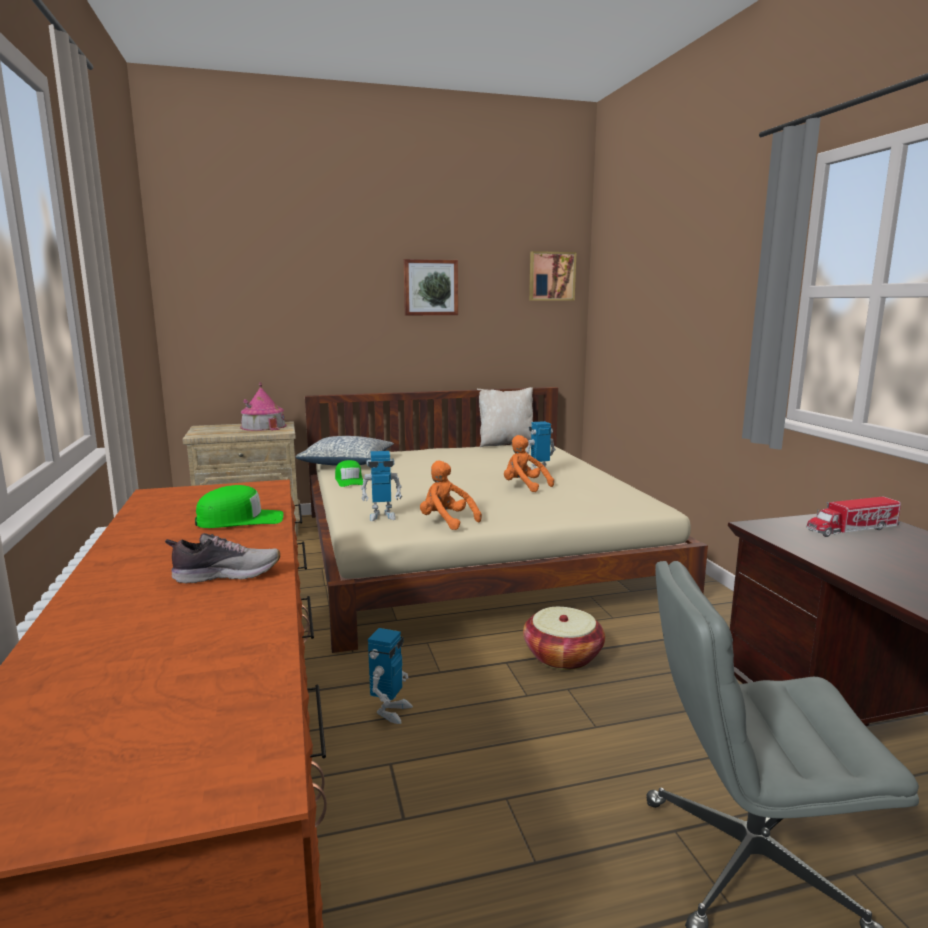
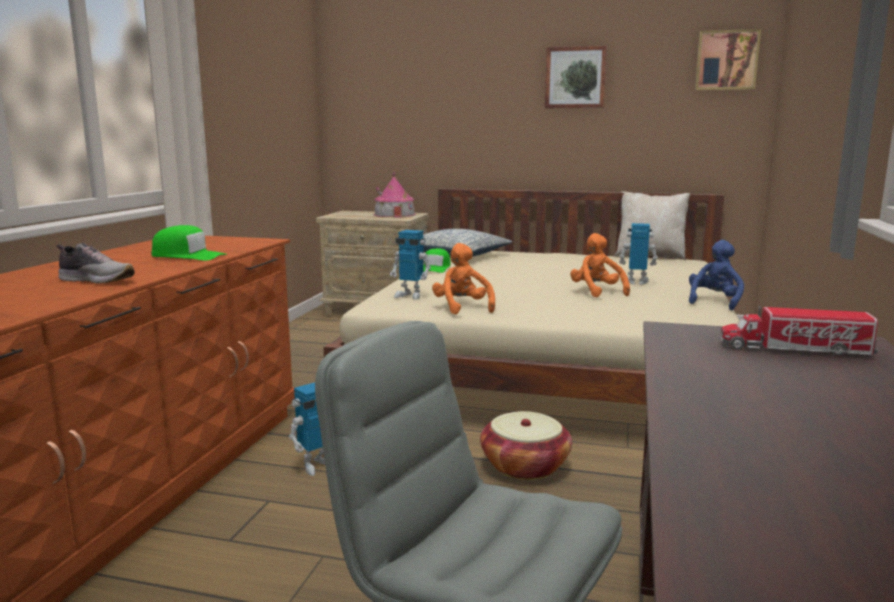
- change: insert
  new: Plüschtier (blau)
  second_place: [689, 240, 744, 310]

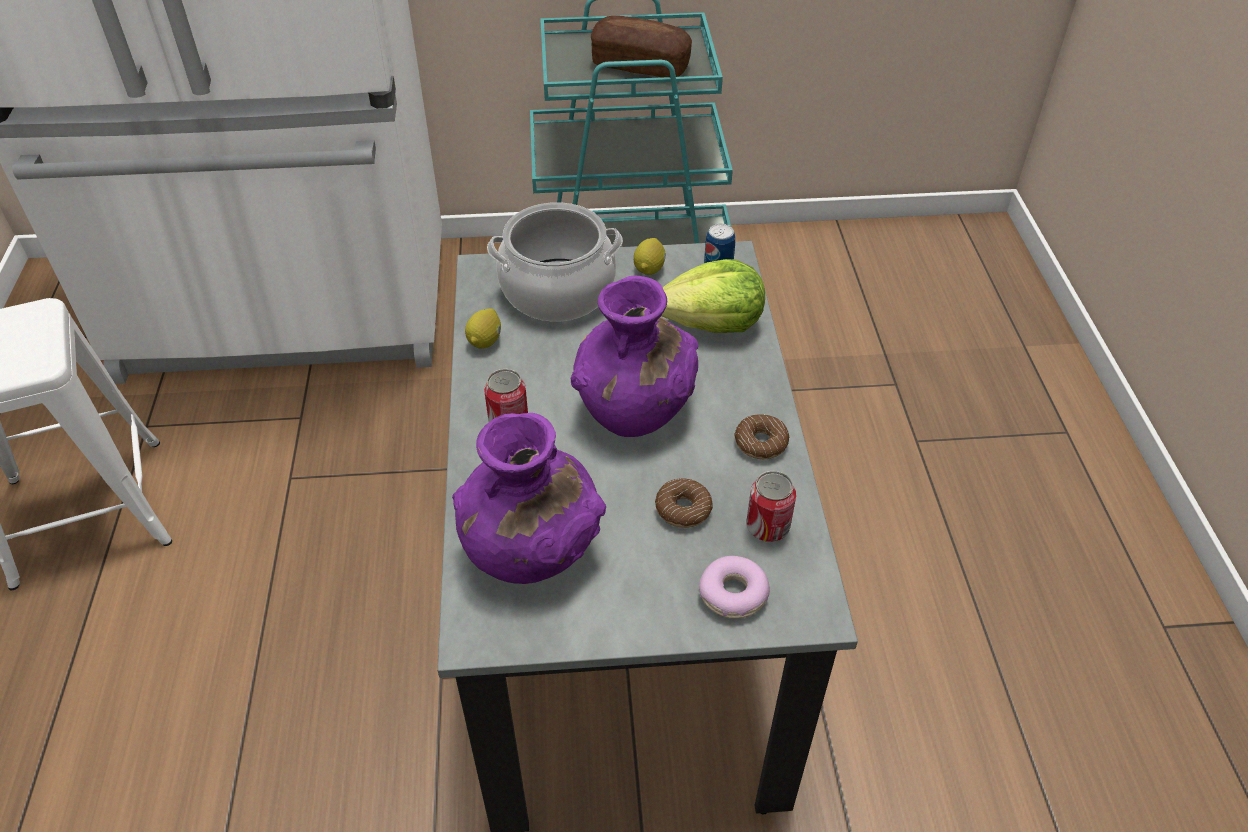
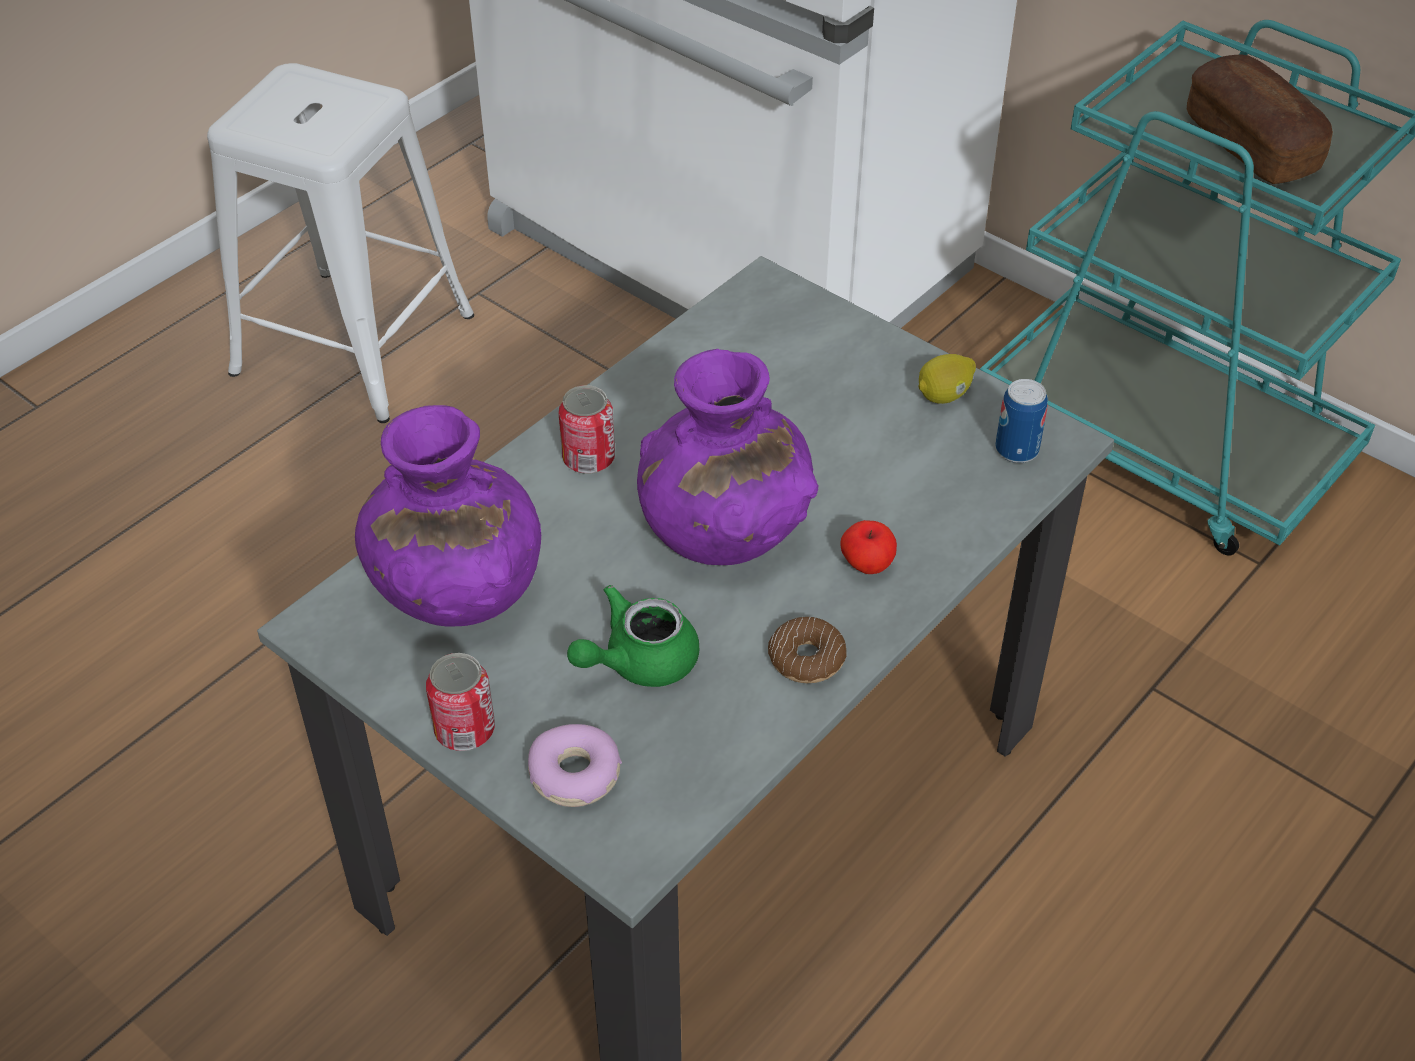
- change: move
  old: Dose
  first_place: [747, 471, 796, 542]
  second_place: [426, 653, 495, 751]
- change: replace
  old: Donut
  new: Teekanne (grün)
  first_place: [655, 478, 713, 528]
  second_place: [567, 585, 699, 687]
- change: insert
  new: Apfel
  second_place: [840, 520, 897, 574]
- change: delete
  old: Zitrone
  first_place: [465, 308, 501, 349]
- change: delete
  old: Kochtopf
  first_place: [487, 202, 623, 321]
- change: delete
  old: Salatkopf
  first_place: [661, 259, 765, 333]

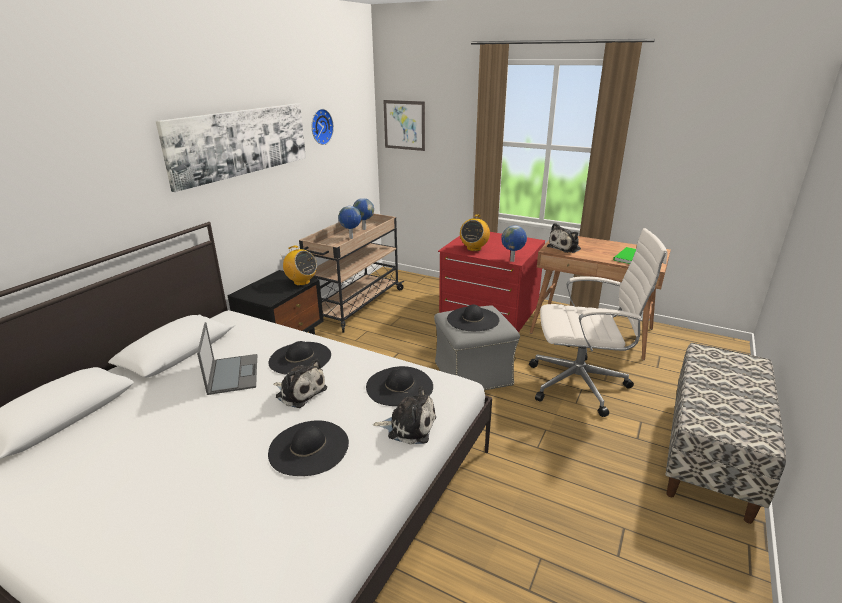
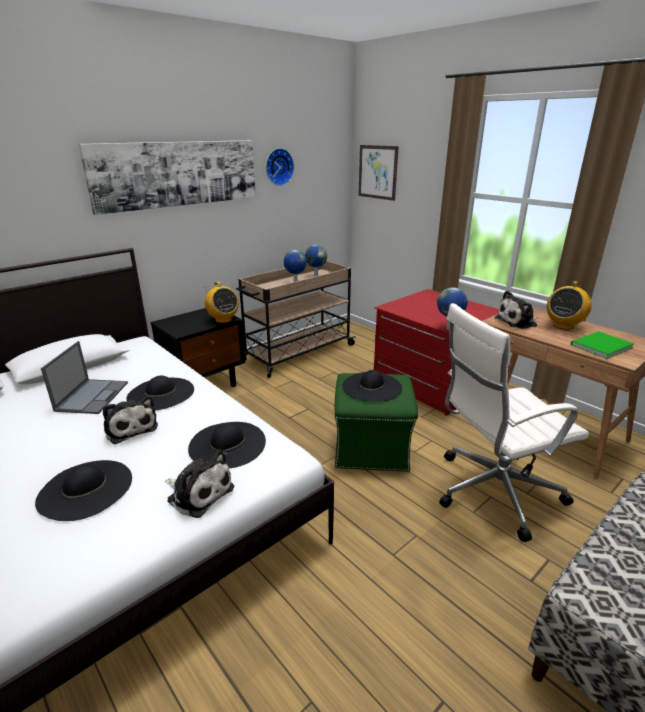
- change: recolor
  old: Polsterhocker (grau)
  new: Polsterhocker (grün)
  first_place: [434, 305, 520, 390]
  second_place: [334, 373, 418, 472]
- change: rotate
  old: Bürostuhl (weiß)
  first_place: [529, 228, 668, 417]
  second_place: [439, 303, 589, 542]
  degrees: 135
- change: move
  old: Radio
  first_place: [460, 214, 490, 251]
  second_place: [547, 281, 591, 330]

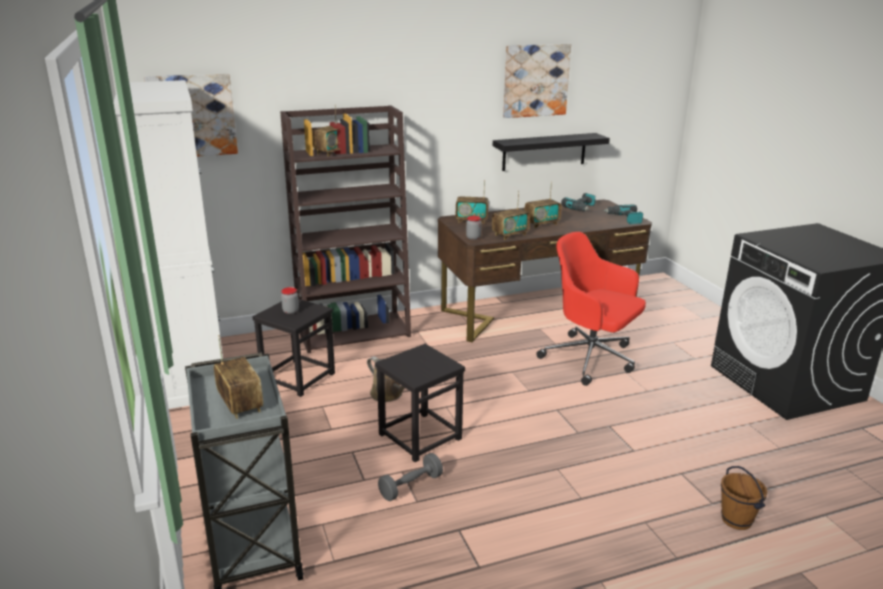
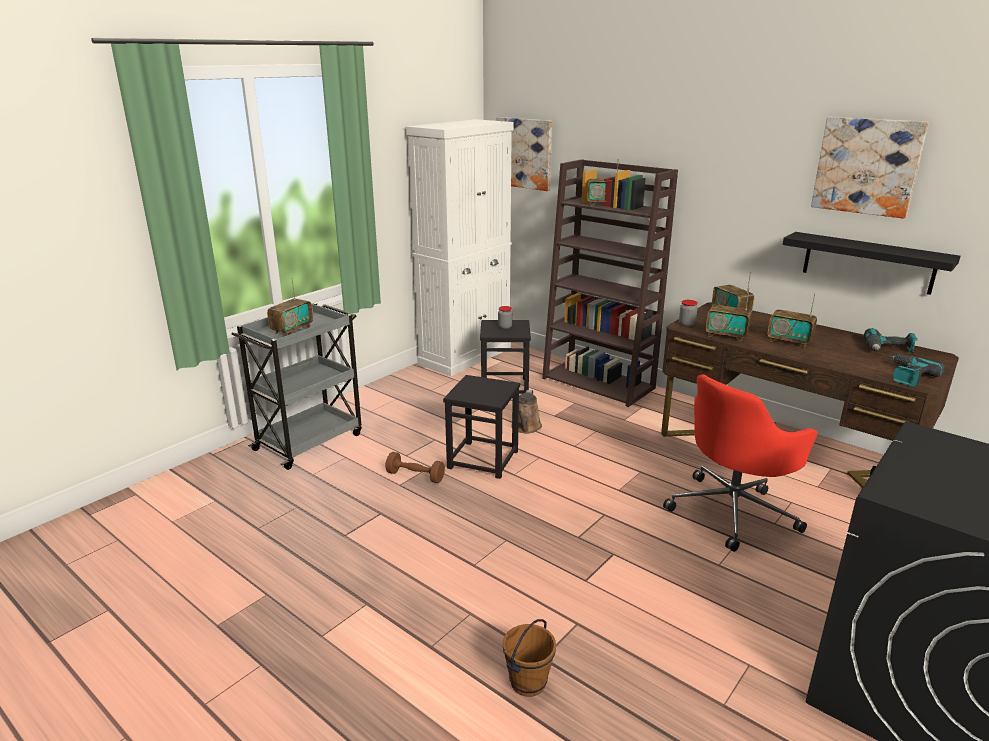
- change: recolor
  old: Hantel (grau)
  new: Hantel (braun)
  first_place: [378, 453, 443, 501]
  second_place: [385, 452, 445, 483]
- change: rotate
  old: Bürostuhl (rot)
  first_place: [536, 232, 646, 386]
  second_place: [663, 374, 818, 552]
  degrees: -135

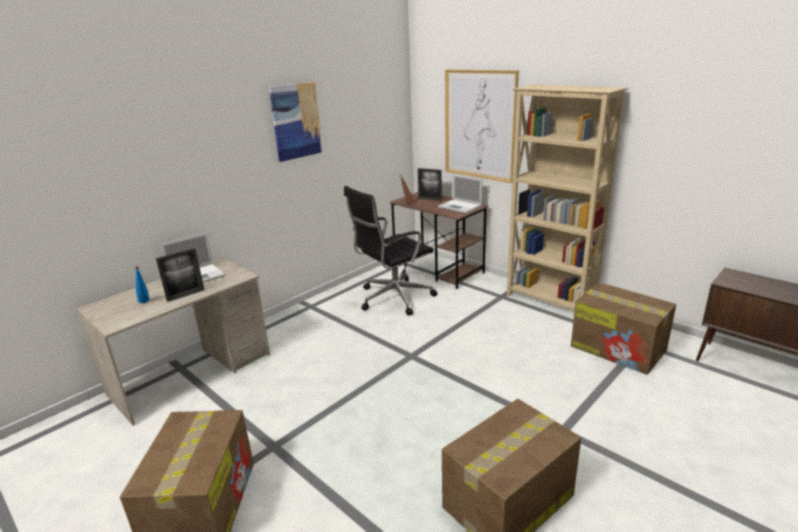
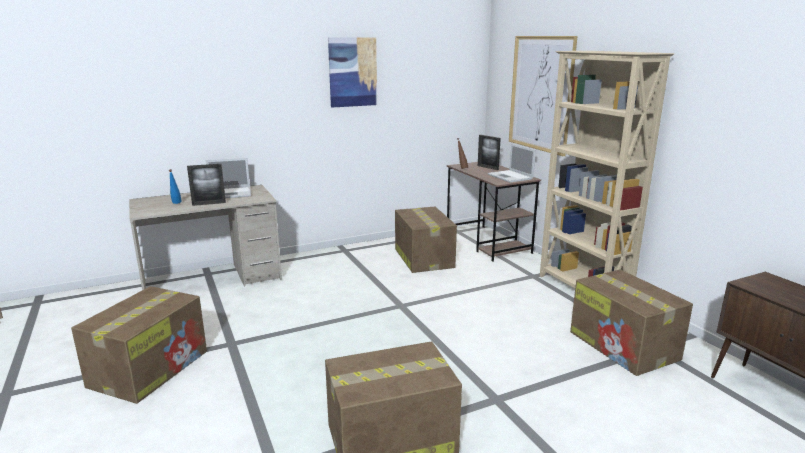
- change: replace
  old: Bürostuhl (schwarz)
  new: Karton
  first_place: [344, 186, 438, 316]
  second_place: [395, 207, 457, 273]

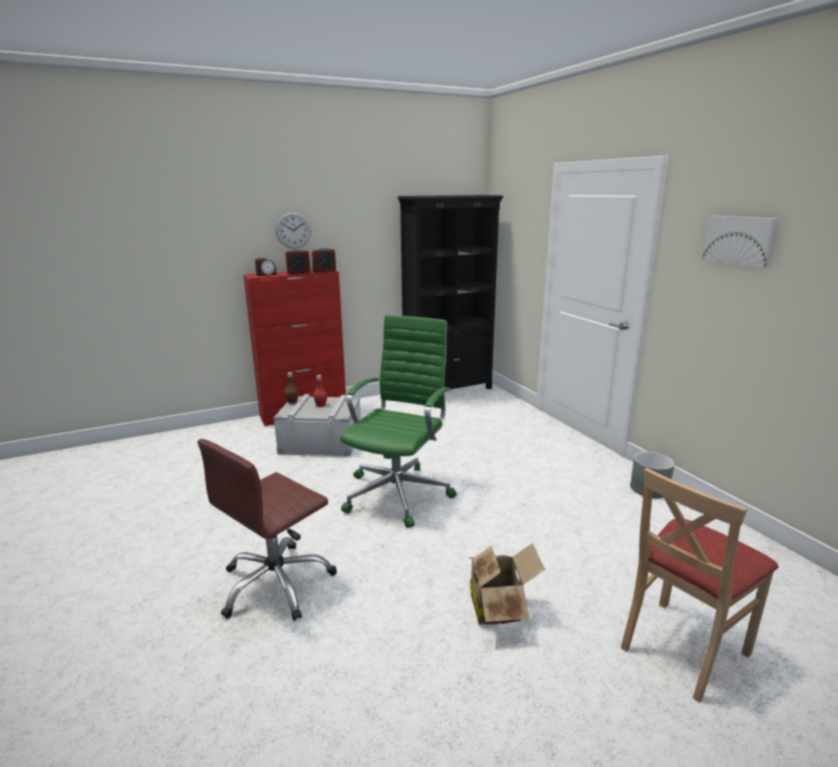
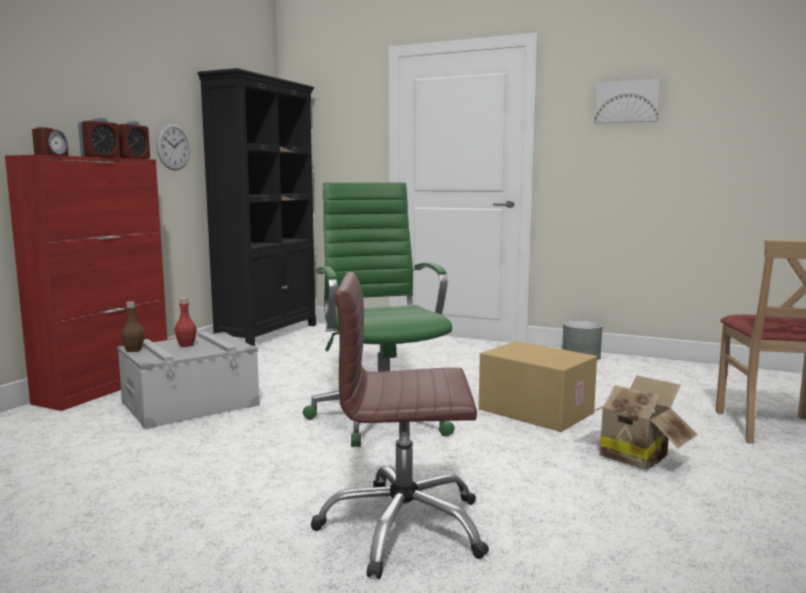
- change: move
  old: Wanduhr
  first_place: [276, 212, 311, 249]
  second_place: [156, 123, 190, 171]
- change: rotate
  old: Bürostuhl (braun)
  first_place: [198, 439, 337, 621]
  second_place: [311, 272, 489, 579]
  degrees: 90
- change: insert
  new: Karton
  second_place: [479, 341, 597, 432]

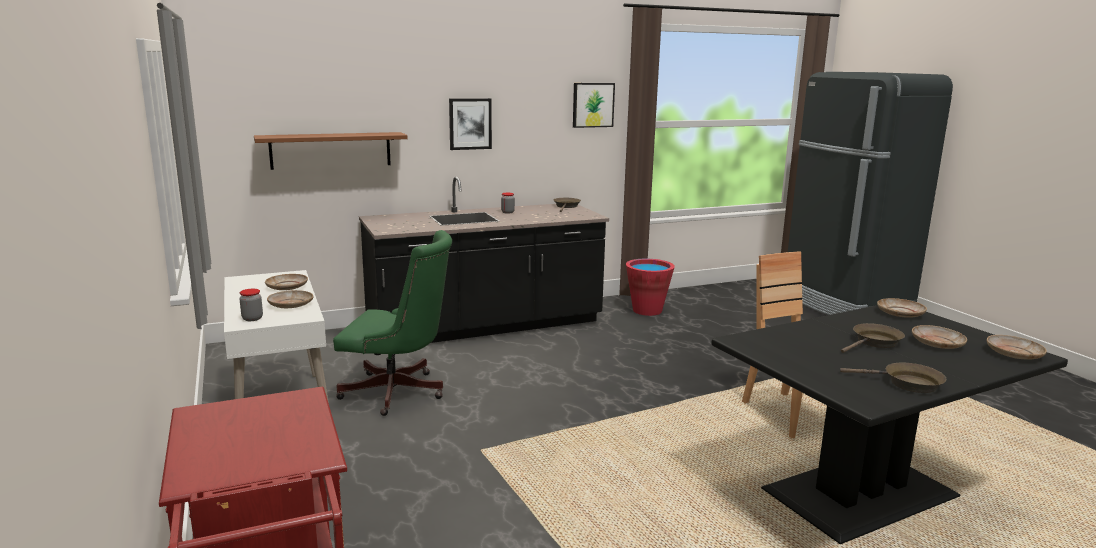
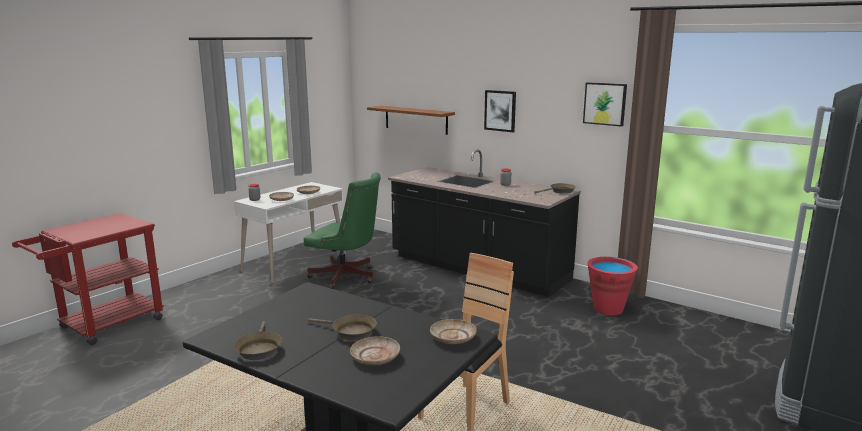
- change: rotate
  old: Bürostuhl (grün)
  first_place: [333, 230, 452, 416]
  second_place: [304, 172, 381, 289]
  degrees: -45
- change: delete
  old: Teller (beige)
  first_place: [987, 335, 1047, 359]

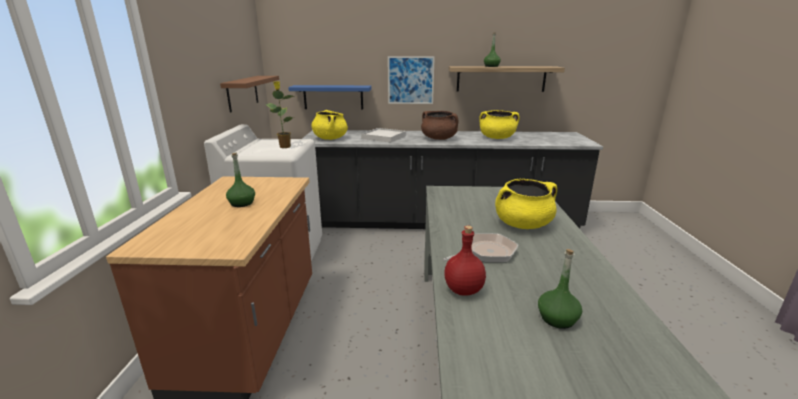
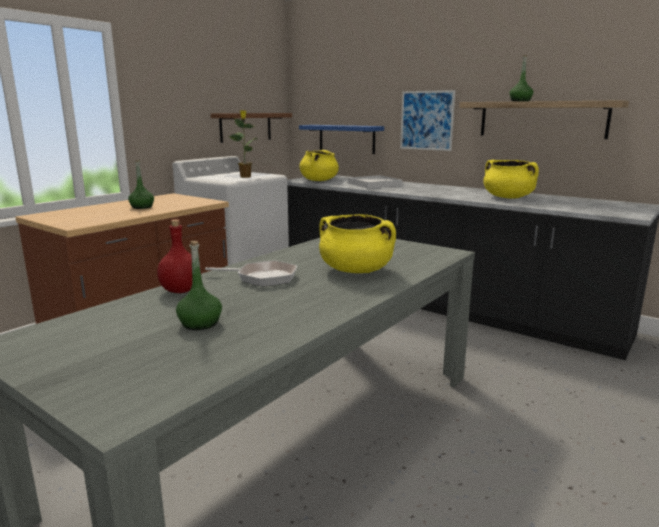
- change: delete
  old: Kochtopf (braun)
  first_place: [421, 111, 458, 140]

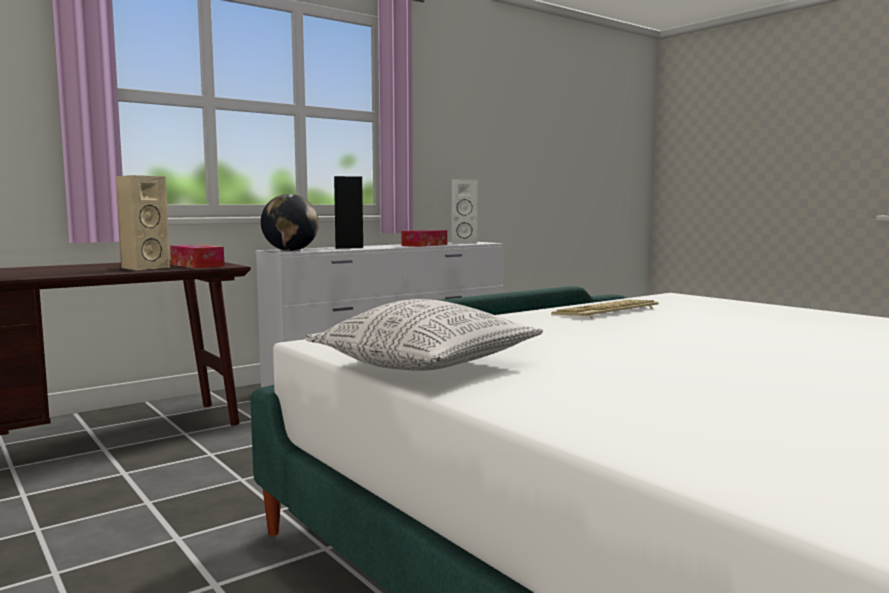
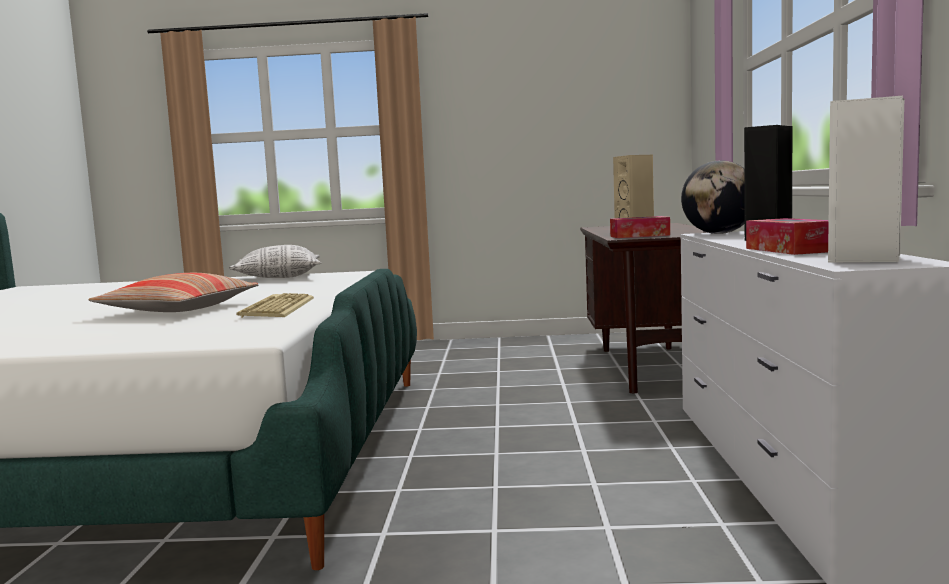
- change: insert
  new: Kissen
  second_place: [88, 273, 258, 312]

